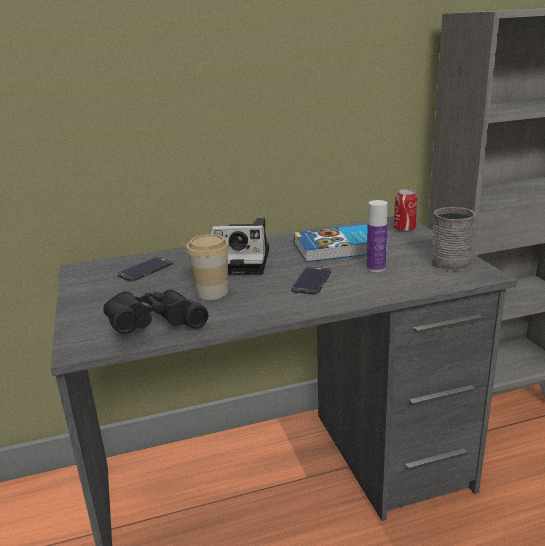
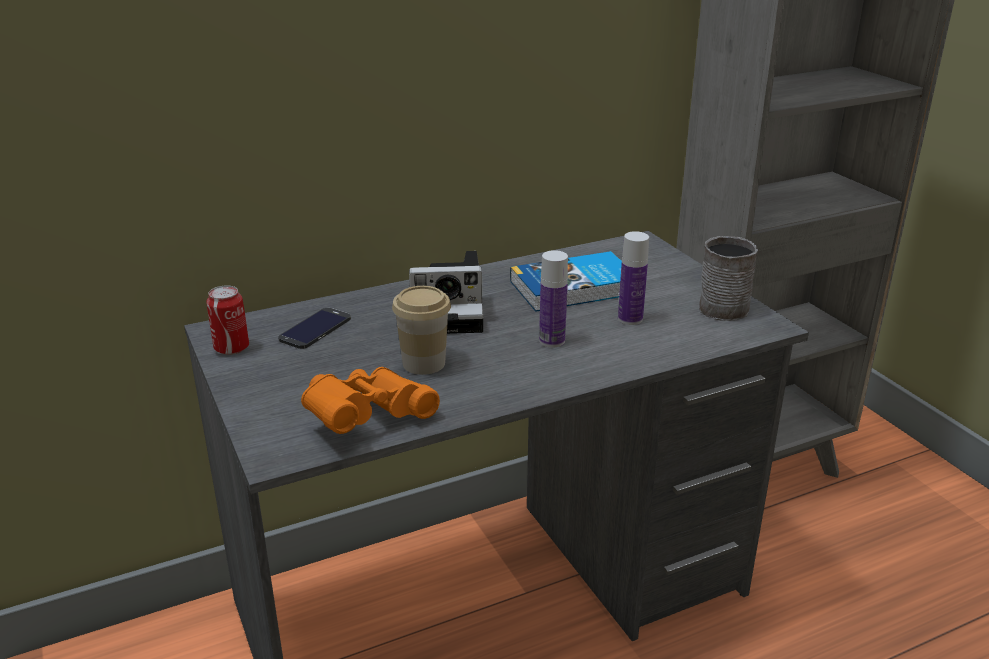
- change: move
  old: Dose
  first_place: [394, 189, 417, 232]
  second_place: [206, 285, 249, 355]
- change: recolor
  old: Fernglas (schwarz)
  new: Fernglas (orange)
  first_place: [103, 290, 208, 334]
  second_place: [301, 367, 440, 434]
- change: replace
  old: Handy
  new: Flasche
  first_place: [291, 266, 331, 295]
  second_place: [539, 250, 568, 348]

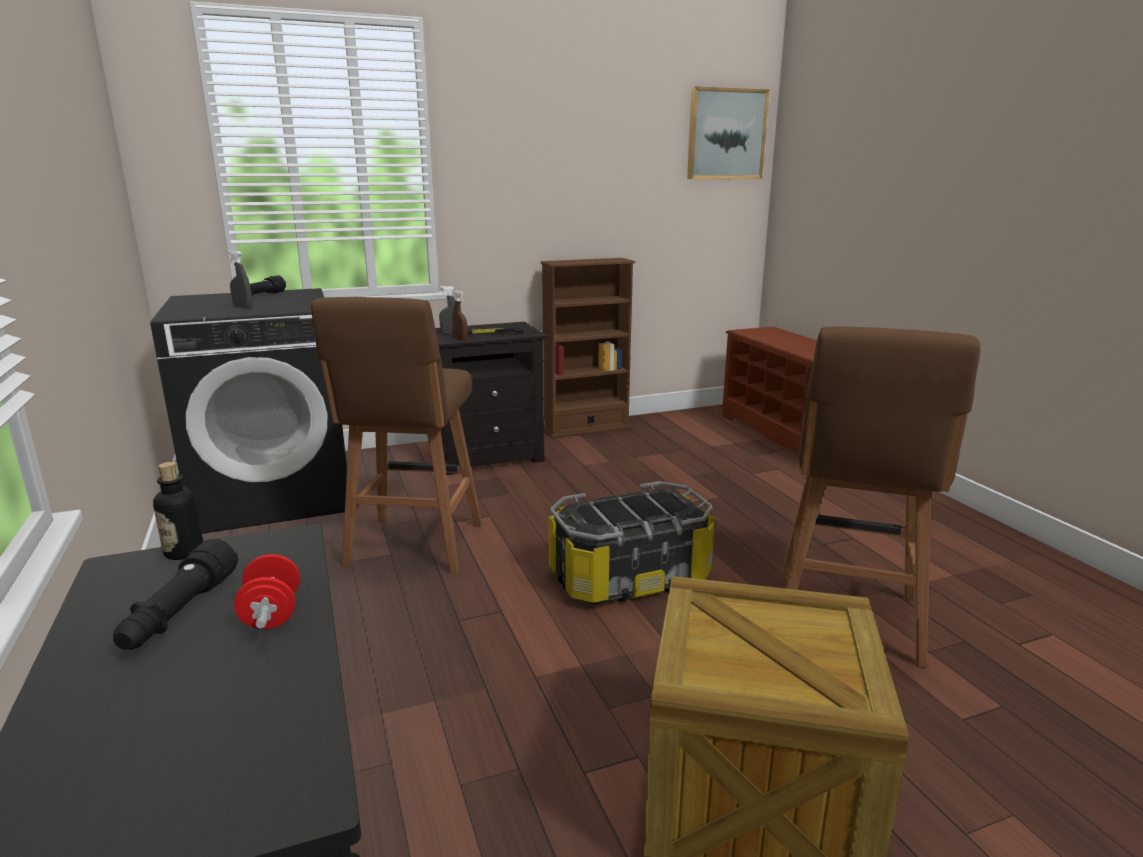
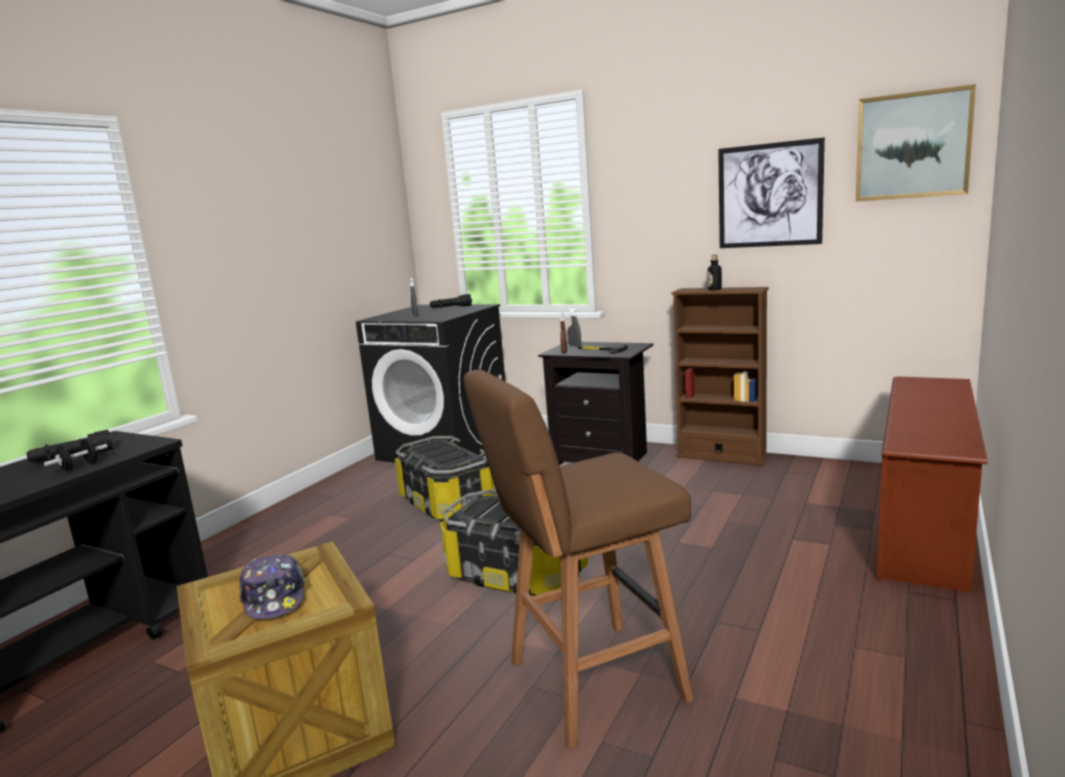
- change: recolor
  old: Hantel (rot)
  new: Hantel (schwarz)
  first_place: [234, 554, 300, 629]
  second_place: [44, 439, 108, 471]
- change: insert
  new: Kappe
  second_place: [239, 554, 305, 619]
- change: replace
  old: Hocker (braun)
  new: Aufbewahrungsbox
  first_place: [311, 297, 482, 574]
  second_place: [395, 436, 496, 521]
- change: move
  old: Flasche
  first_place: [153, 462, 203, 560]
  second_place: [708, 255, 722, 290]
- change: insert
  new: Bild
  second_place: [718, 137, 825, 248]

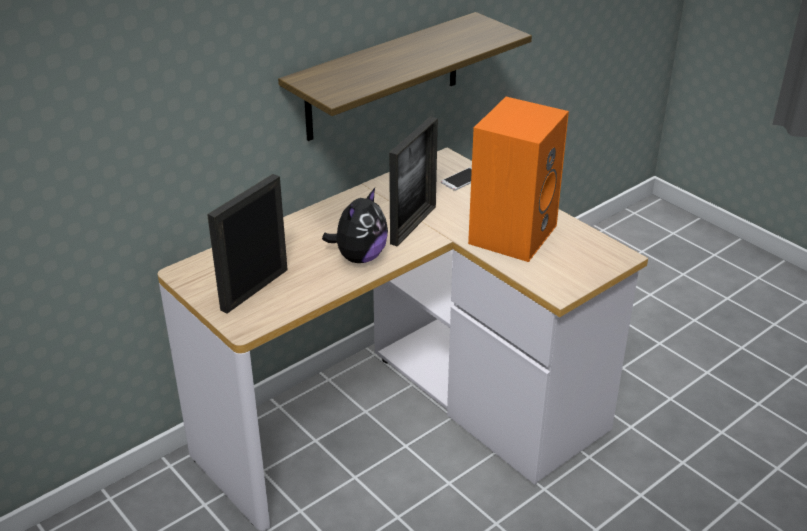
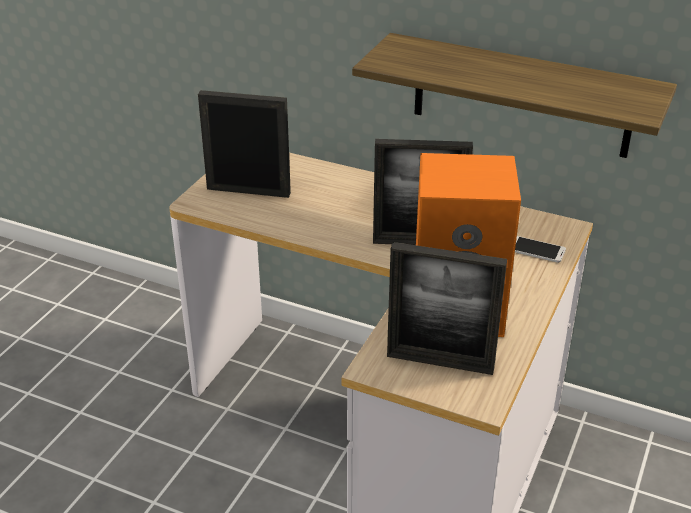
- change: insert
  new: Bilderrahmen
  second_place: [387, 242, 507, 375]
- change: delete
  old: Plüschtier
  first_place: [322, 188, 388, 263]

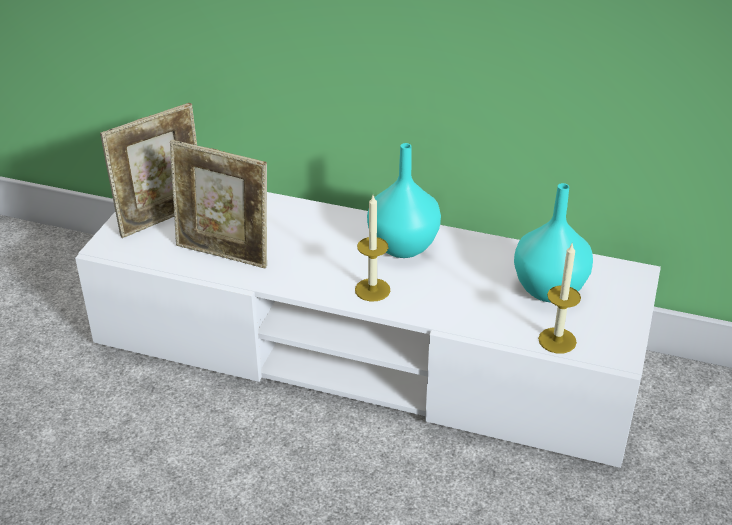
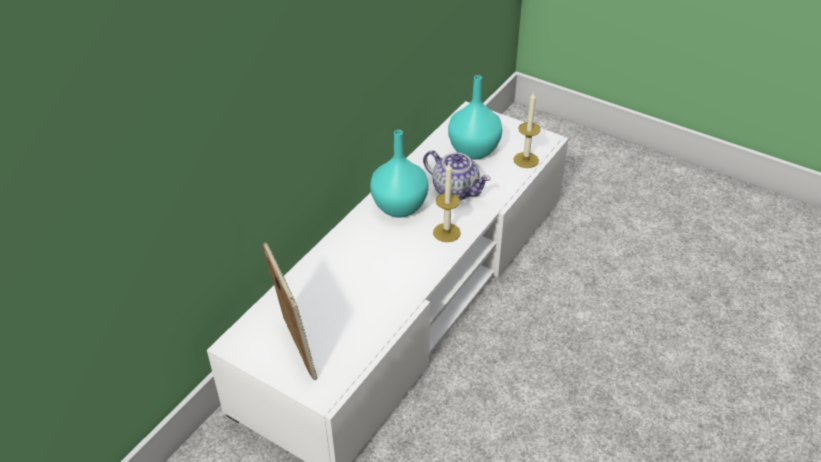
- change: insert
  new: Teekanne
  second_place: [423, 150, 491, 200]
- change: delete
  old: Bilderrahmen
  first_place: [170, 140, 267, 269]

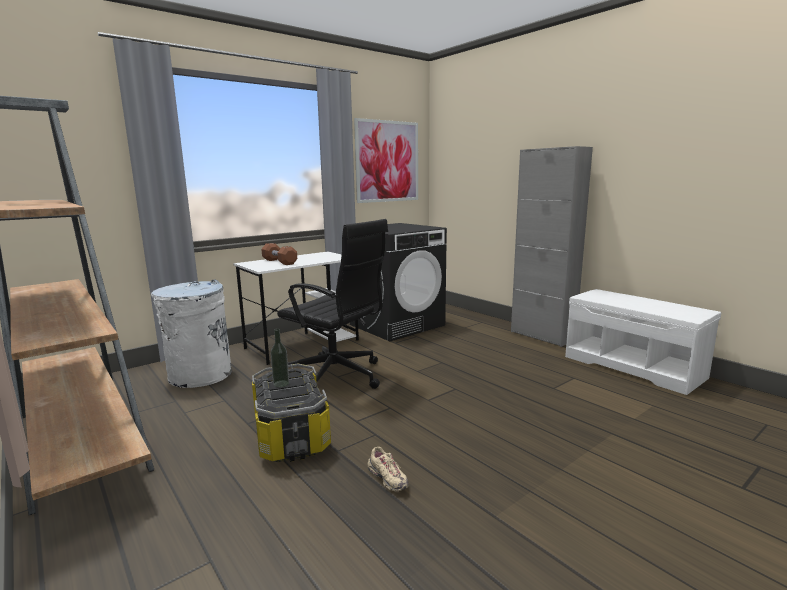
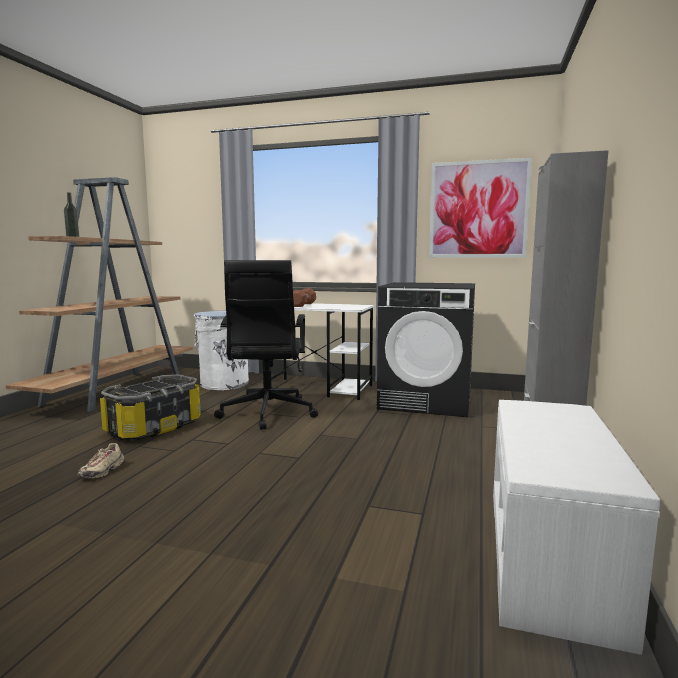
- change: move
  old: Flasche
  first_place: [270, 329, 289, 387]
  second_place: [64, 192, 79, 237]

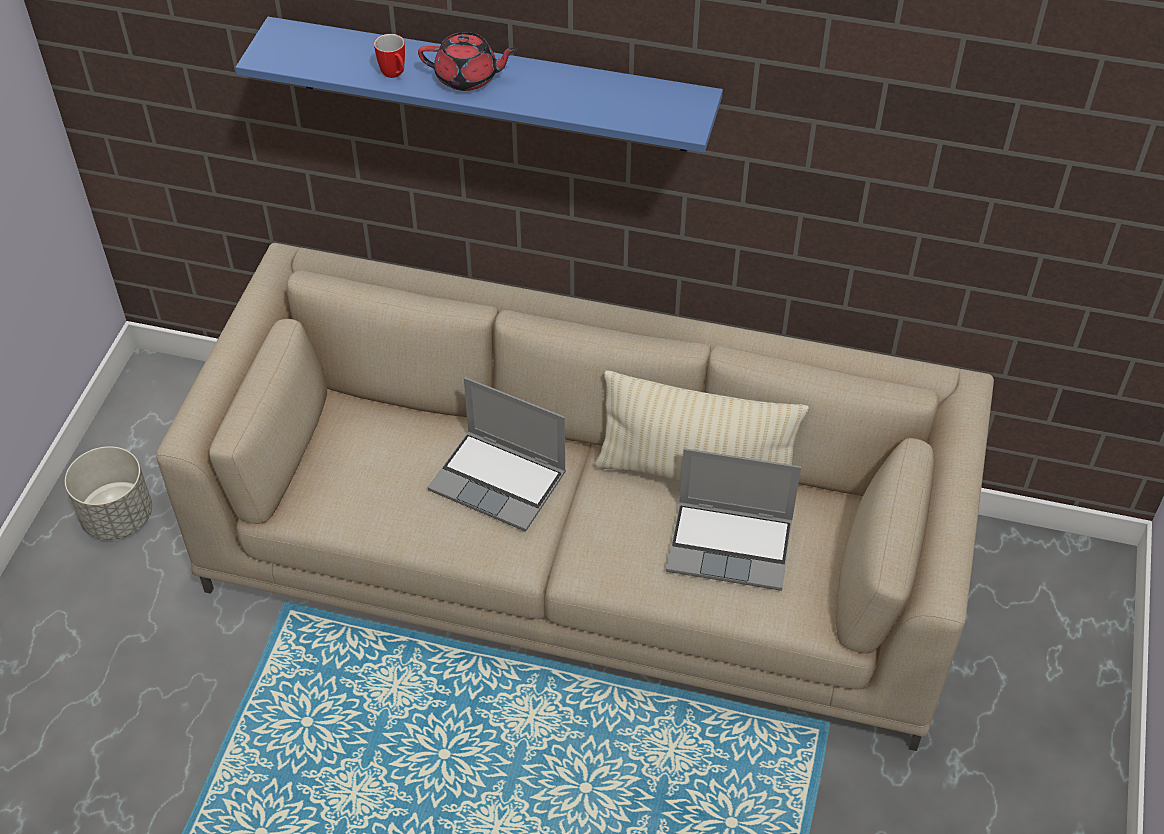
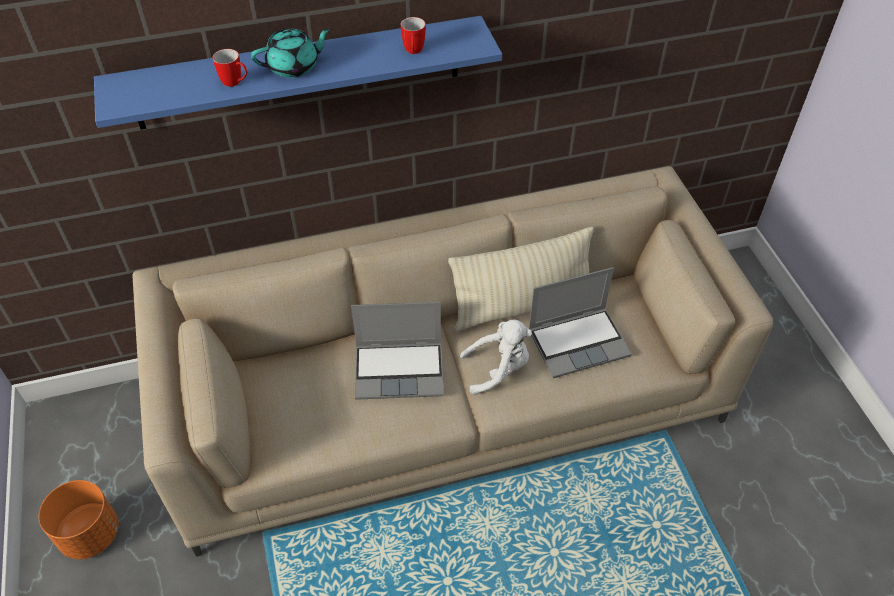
- change: recolor
  old: Pflanzkübel (grau)
  new: Pflanzkübel (orange)
  first_place: [65, 446, 152, 540]
  second_place: [38, 480, 118, 559]
- change: recolor
  old: Teekanne (rot)
  new: Teekanne (türkis)
  first_place: [418, 32, 518, 91]
  second_place: [251, 28, 331, 78]
- change: insert
  new: Henkelbecher
  second_place: [401, 17, 426, 54]
- change: insert
  new: Plüschtier (weiß)
  second_place: [460, 319, 532, 395]

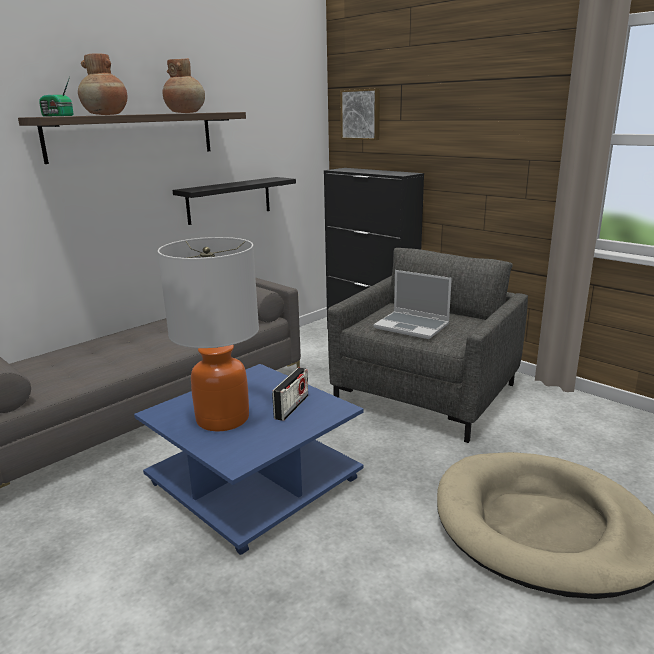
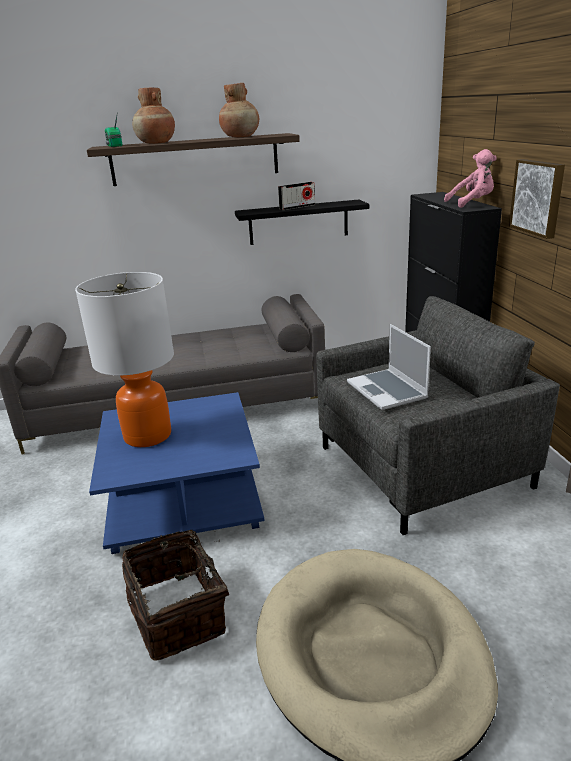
- change: insert
  new: Korb
  second_place: [122, 530, 229, 661]
- change: move
  old: Radio
  first_place: [272, 368, 308, 421]
  second_place: [278, 182, 315, 210]
- change: insert
  new: Plüschtier (rosa)
  second_place: [444, 149, 497, 208]
- change: move
  old: Bild
  first_place: [340, 89, 380, 140]
  second_place: [509, 159, 565, 239]

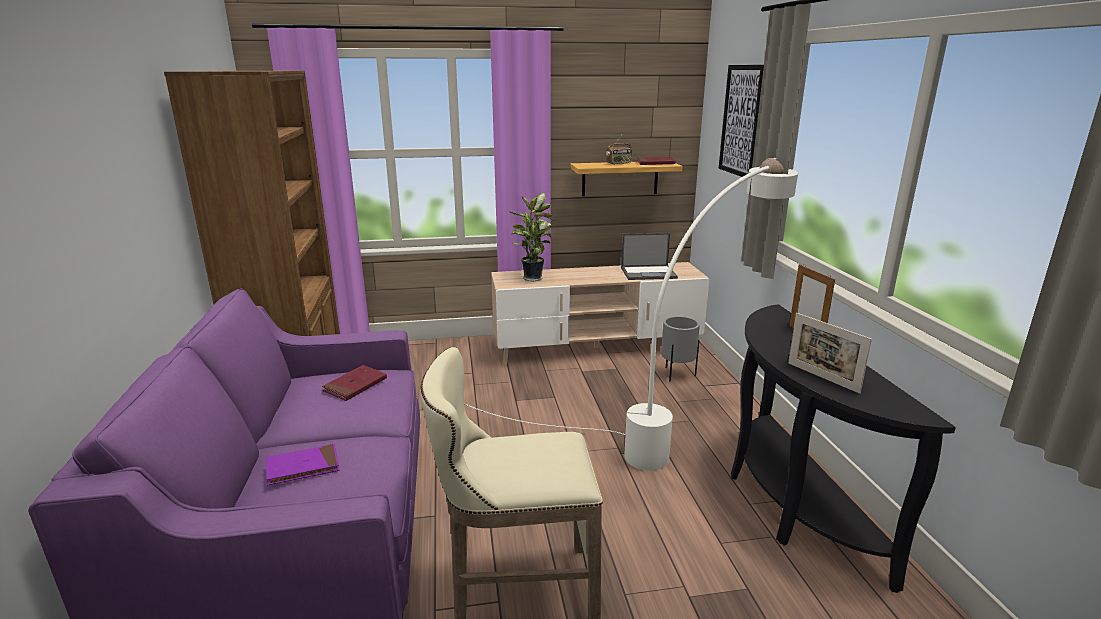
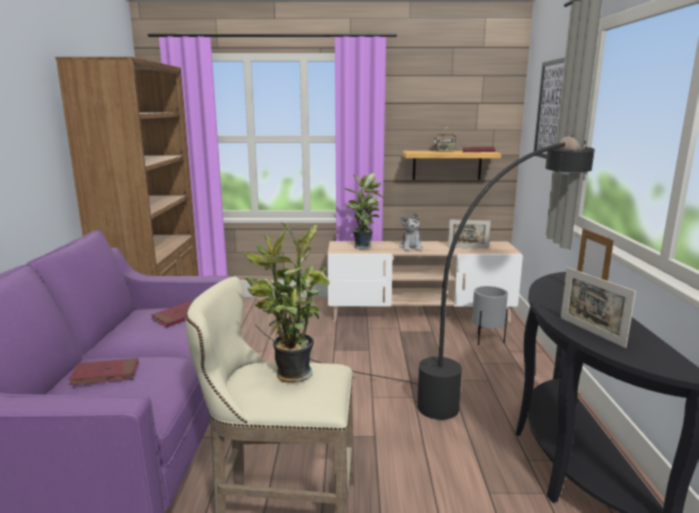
- change: recolor
  old: Buch (lila)
  new: Buch (rot)
  first_place: [266, 444, 339, 485]
  second_place: [68, 358, 138, 385]
- change: insert
  new: Topfpflanze
  second_place: [243, 222, 329, 383]
- change: recolor
  old: Stehlampe (weiß)
  new: Stehlampe (schwarz)
  first_place: [464, 158, 798, 470]
  second_place: [255, 136, 595, 420]
- change: insert
  new: Plüschtier
  second_place: [400, 212, 423, 251]
- change: replace
  old: Laptop
  new: Bilderrahmen
  first_place: [621, 233, 678, 280]
  second_place: [448, 220, 491, 249]

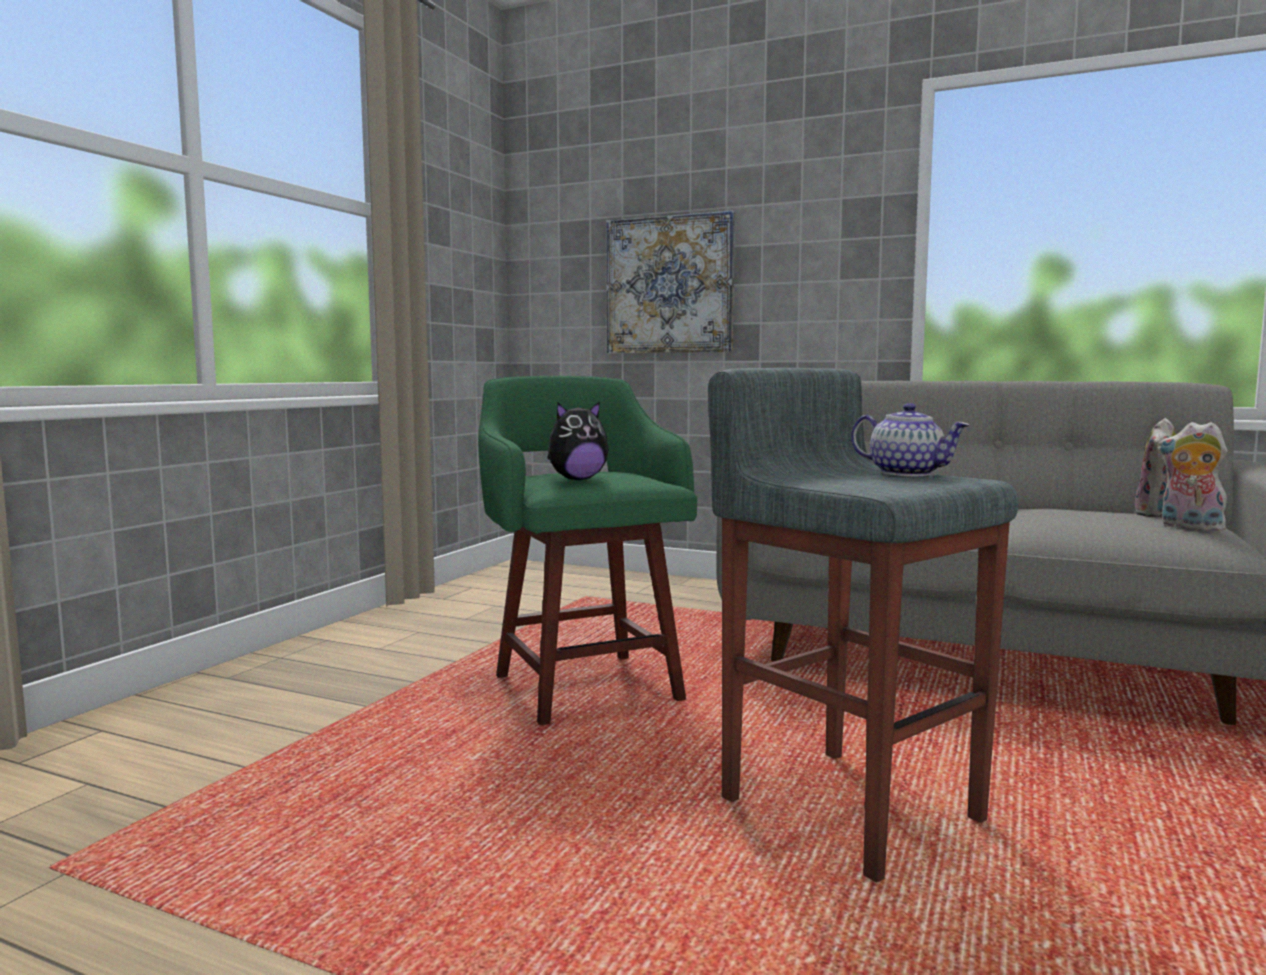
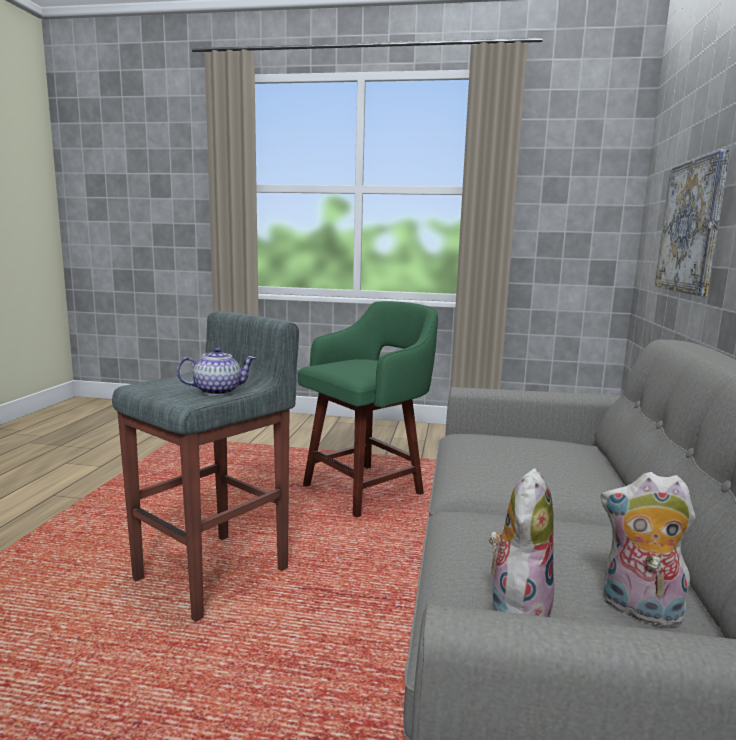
- change: rotate
  old: Teekanne
  first_place: [851, 403, 970, 476]
  second_place: [177, 347, 256, 395]
  degrees: -135
- change: delete
  old: Plüschtier
  first_place: [547, 401, 608, 480]

